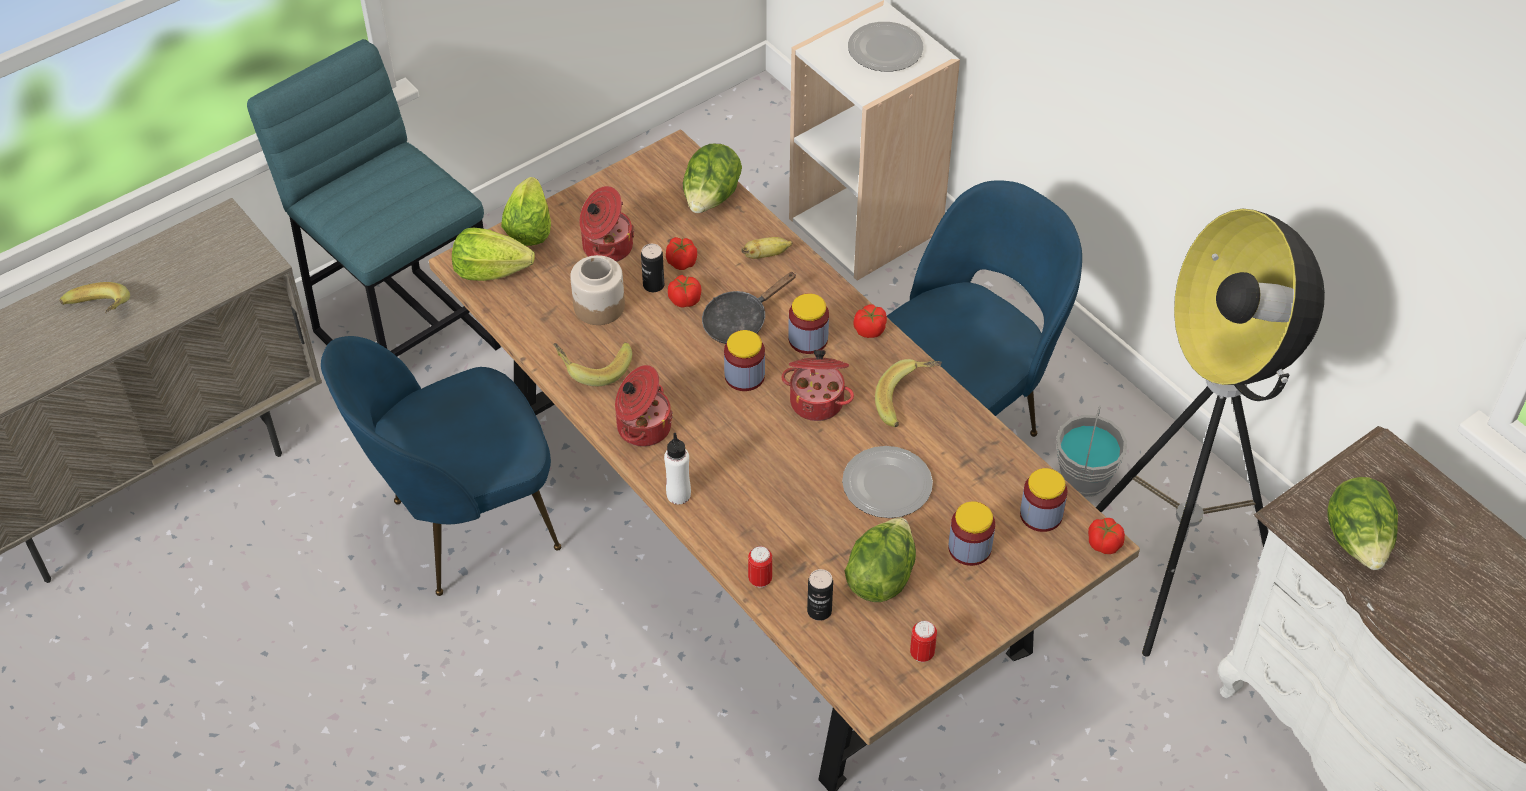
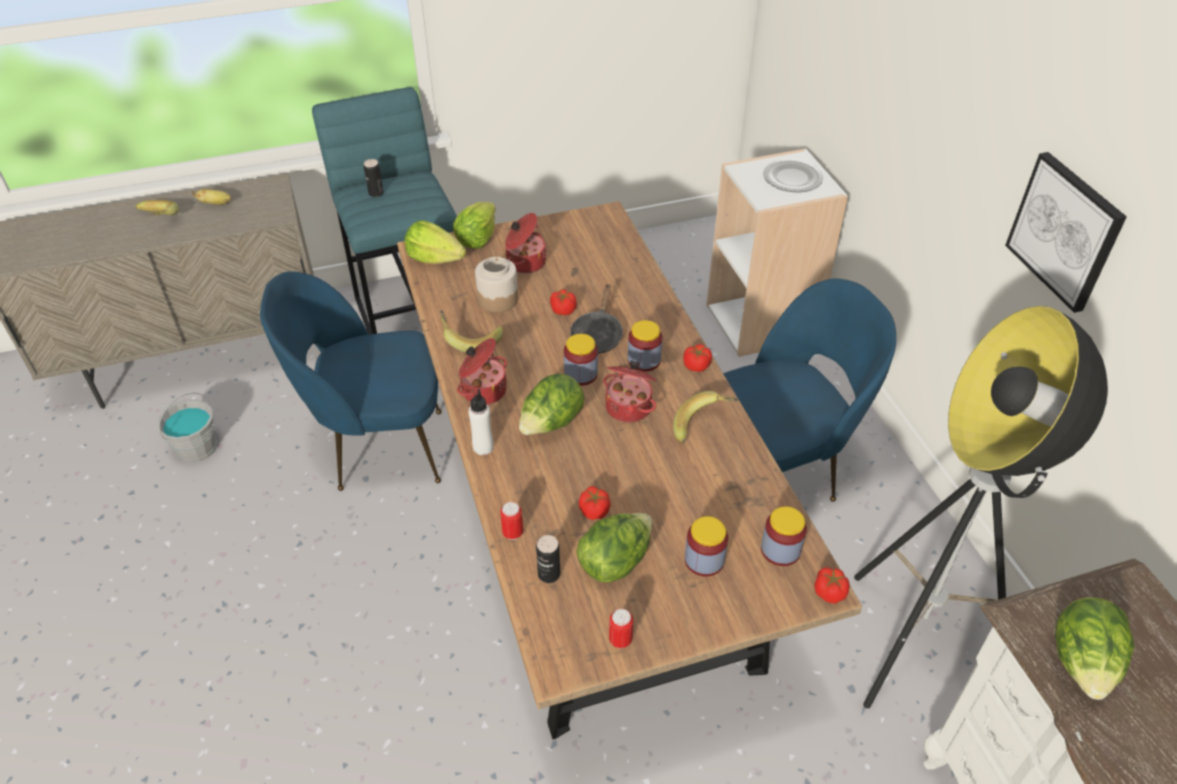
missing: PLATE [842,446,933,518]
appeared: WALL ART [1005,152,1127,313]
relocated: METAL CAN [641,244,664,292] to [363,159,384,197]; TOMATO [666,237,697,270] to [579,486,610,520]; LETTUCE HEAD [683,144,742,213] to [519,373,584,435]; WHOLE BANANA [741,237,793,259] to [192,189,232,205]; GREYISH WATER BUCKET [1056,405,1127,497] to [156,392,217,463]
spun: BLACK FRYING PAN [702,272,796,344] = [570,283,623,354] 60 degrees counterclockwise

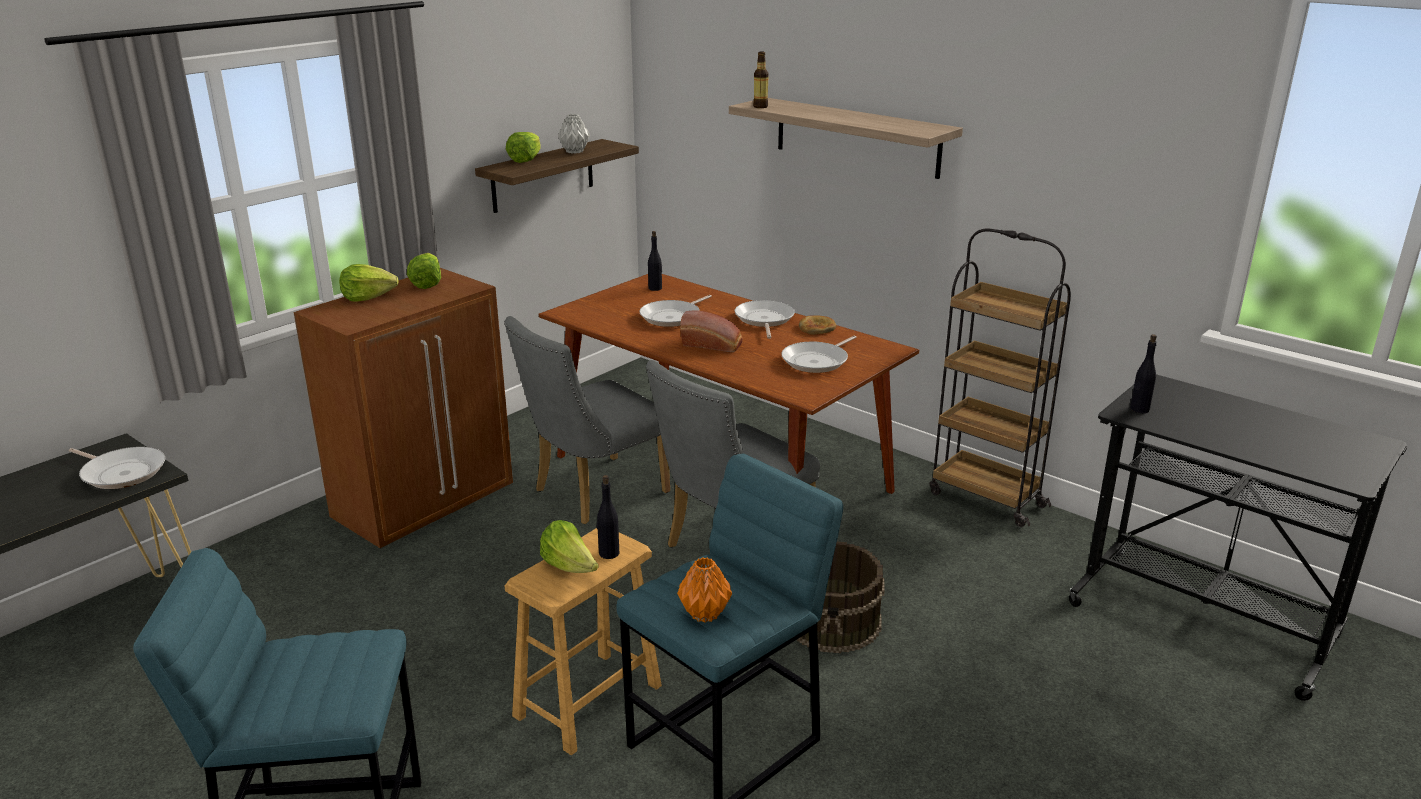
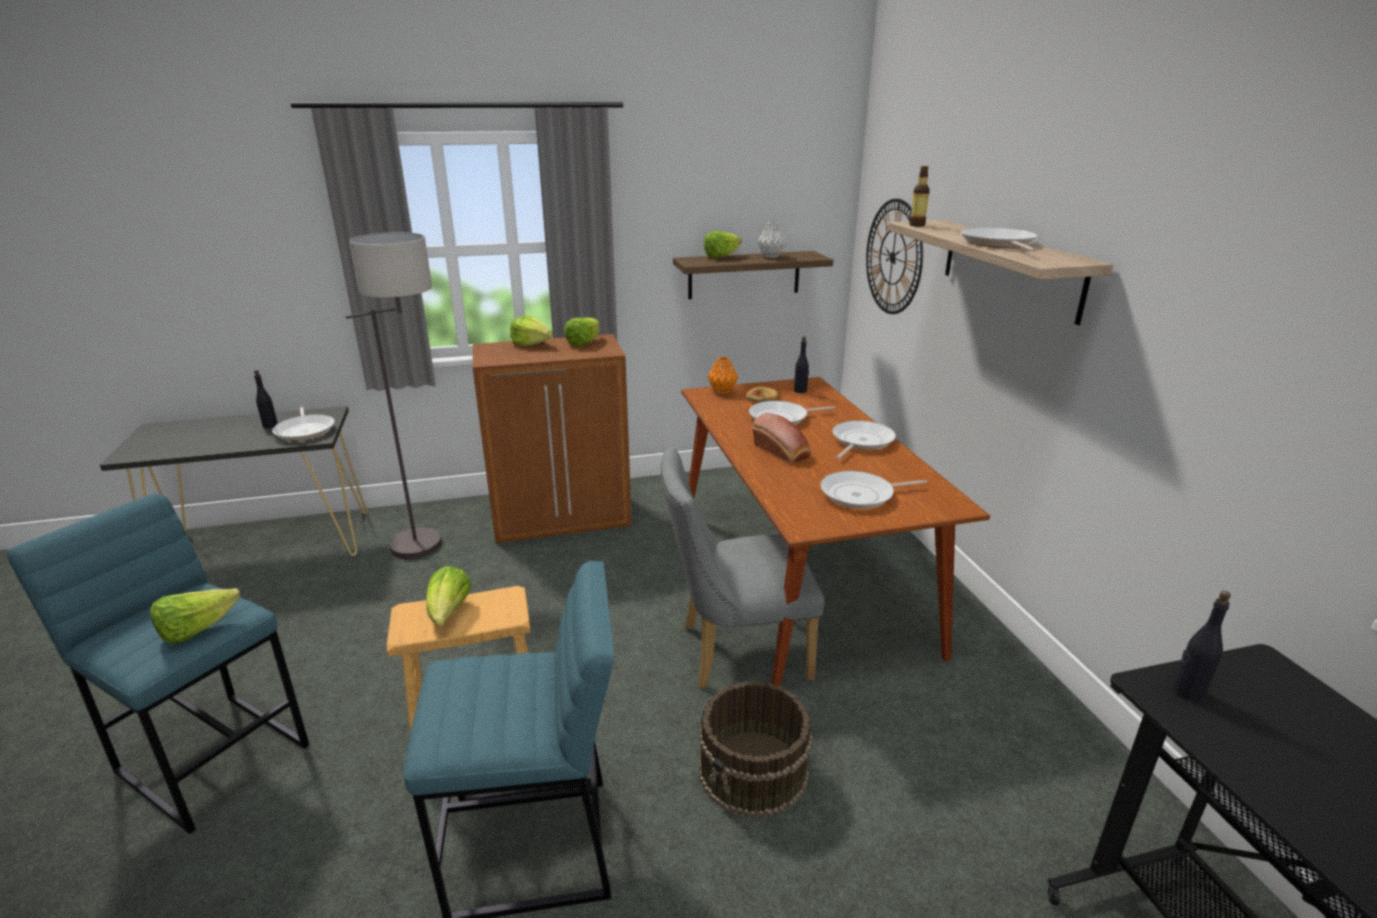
missing: GREYISH UPRIGHT CHAIR [505,316,670,524]; BROWN-COLOURED WHEELED CART [929,229,1071,527]
appeared: LETTUCE HEAD [150,588,240,644]; GREYISH FLOOR LAMP [346,232,442,559]; WALL CLOCK [866,199,923,314]; FRYING PAN [961,227,1038,252]
relocated: BLACK BEVERAGE BOTTLE [597,475,619,559] to [254,370,278,429]; ORANGE VASE [677,557,732,623] to [708,357,738,394]; BREAD [799,315,836,335] to [746,387,780,402]

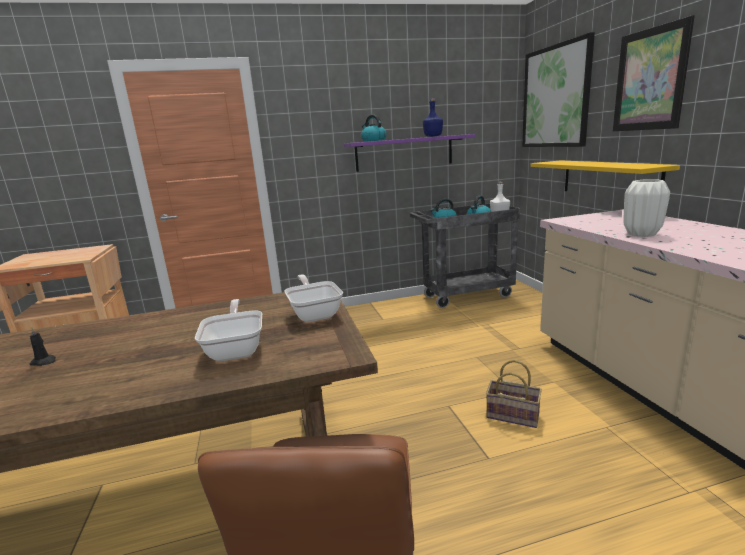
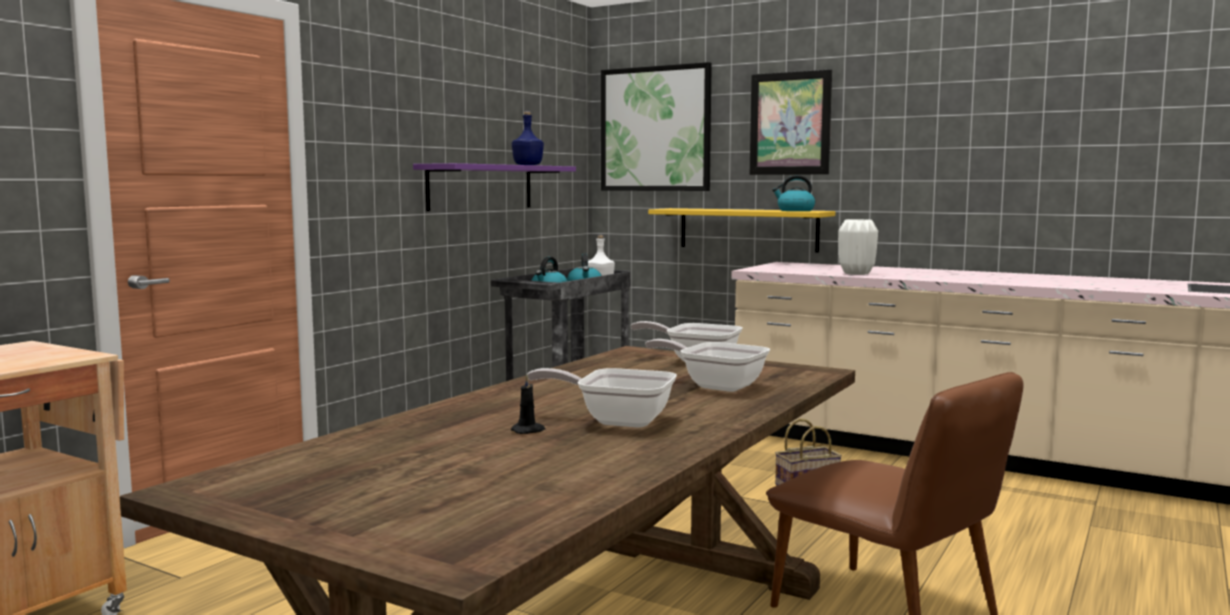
appeared: FRYING PAN [527,368,677,428]
relocated: WATER KETTLE [361,115,387,142] to [772,175,815,211]

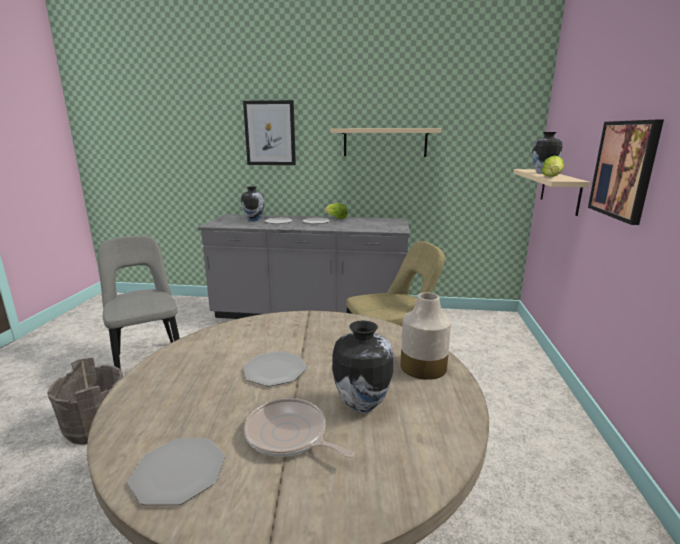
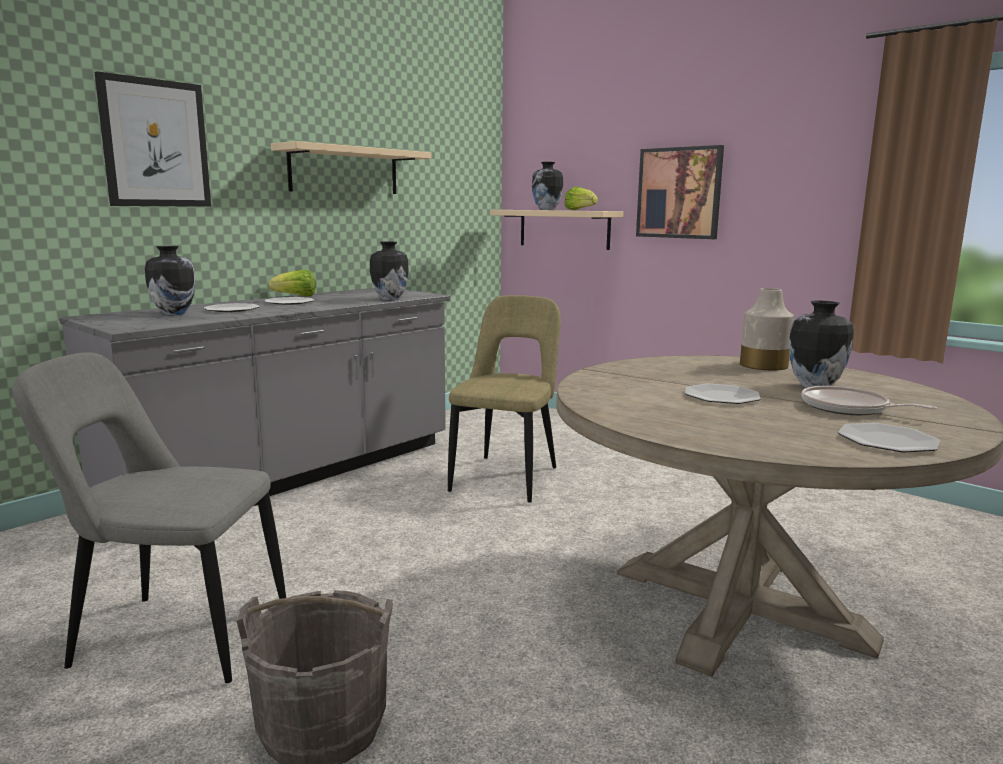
appeared: VASE [370,241,409,300]
spun: FRYING PAN [244,398,354,458] = [802,386,937,415] 60 degrees clockwise

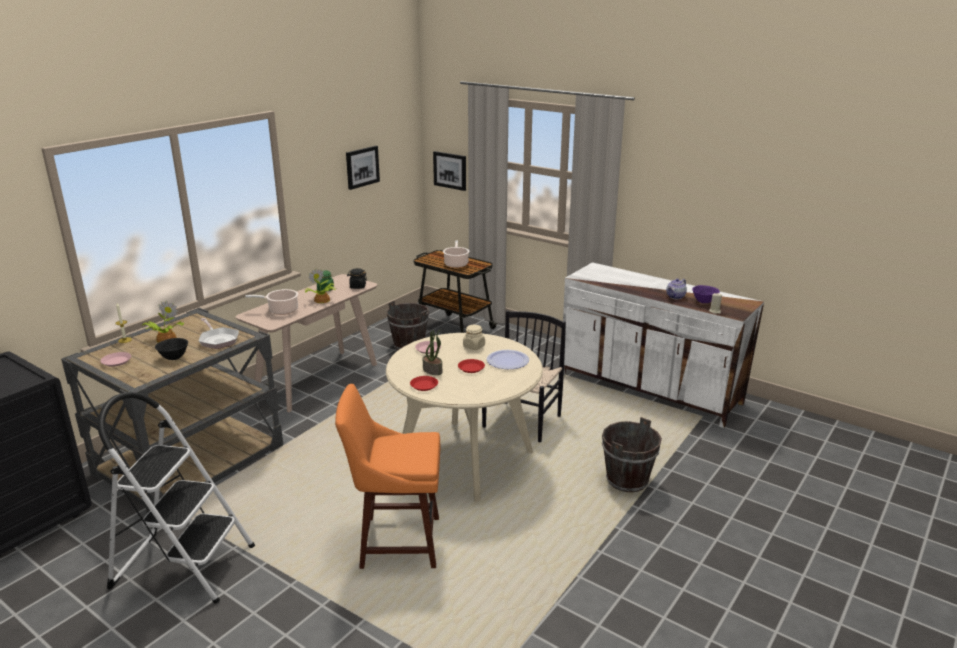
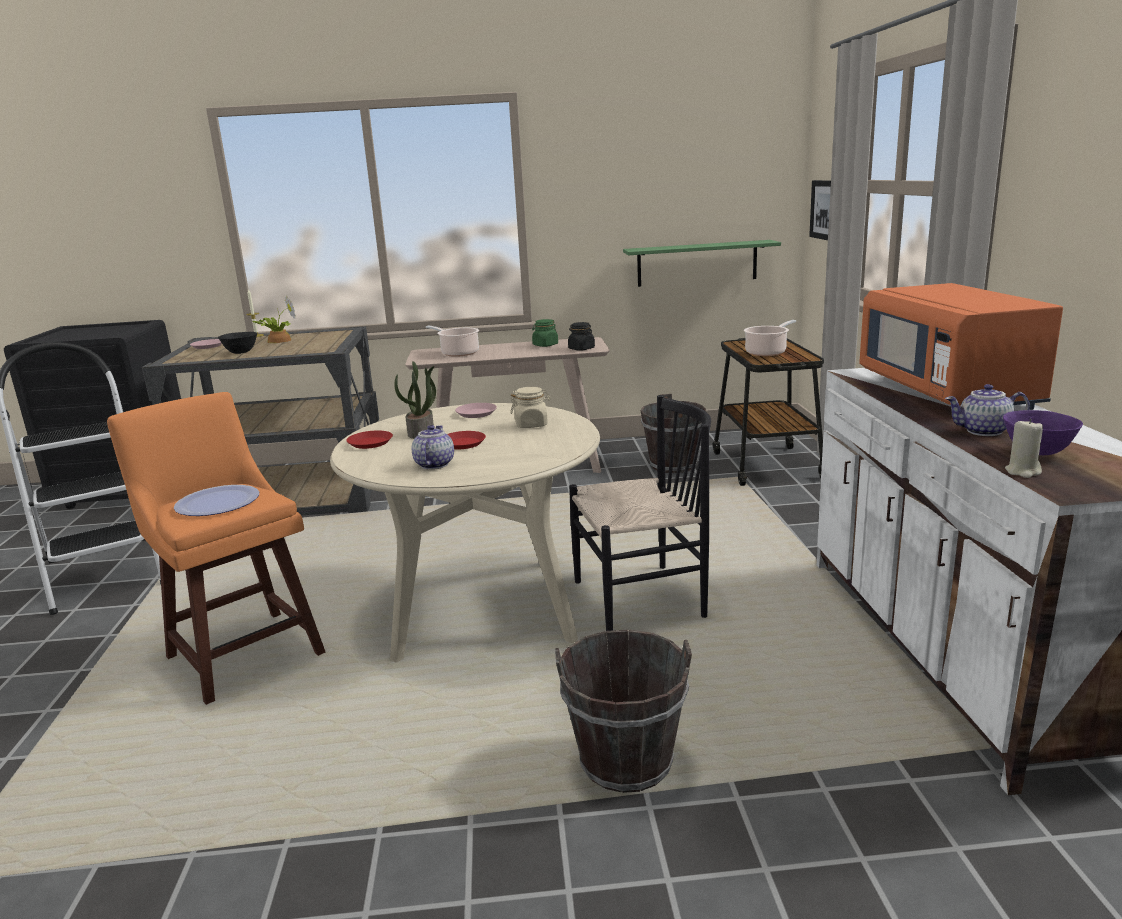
missing: FRYING PAN [199,318,239,349]; HOUSEPLANT [305,268,336,303]; WALL ART [346,146,380,190]
appeared: TEAPOT [411,425,454,469]; GREEN BRACKET SHELF [623,240,781,287]; ORANGE MICROWAVE OVEN [859,283,1063,410]
relocated: PLATE [487,350,529,369] to [174,485,259,516]

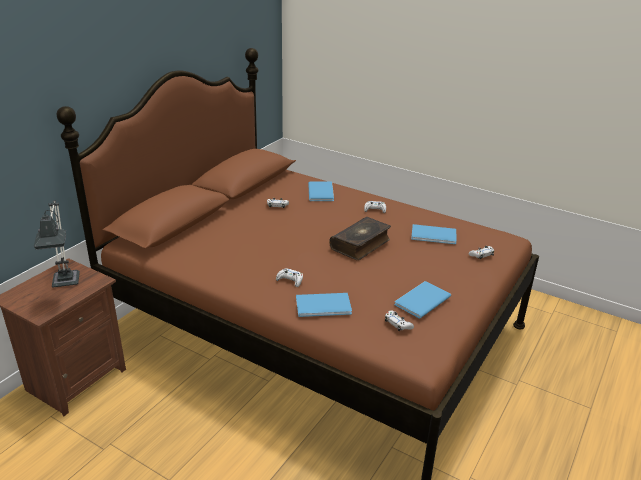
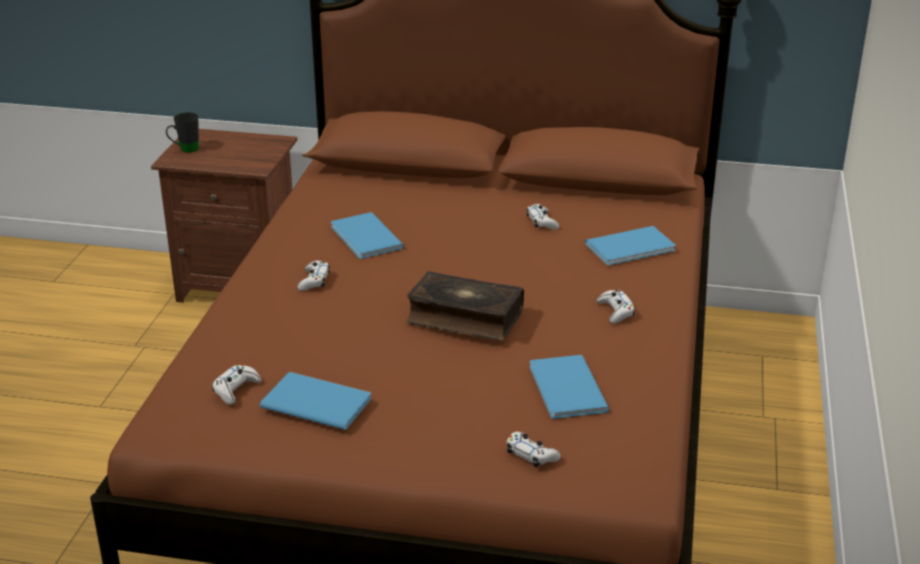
missing: TABLETOP LAMP [34,200,80,287]
appeared: BLACK TEA MUG [166,112,199,153]
relocated: BLUE BOOK [296,293,352,317] to [331,212,404,259]

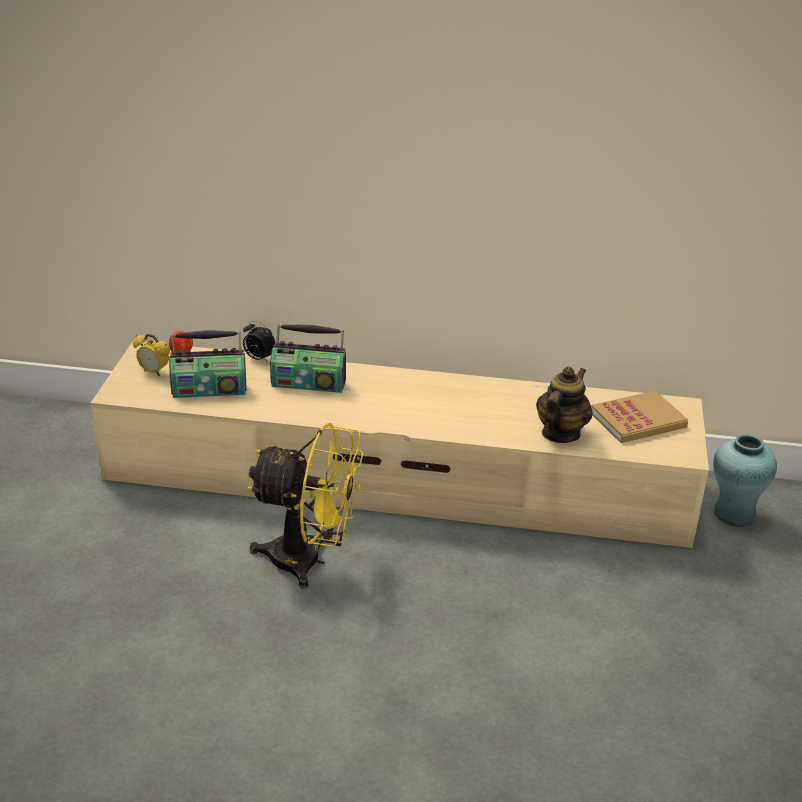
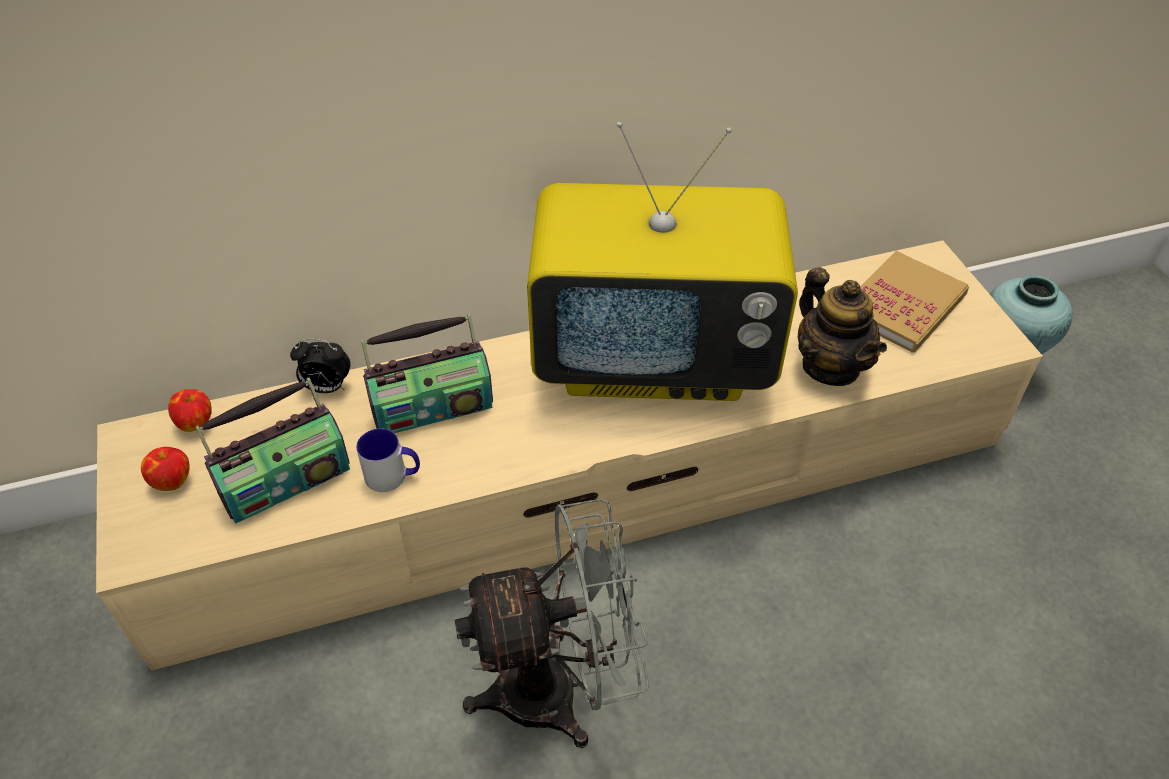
appeared: TEA MUG [356,428,420,492]; TV SET [527,122,798,401]
exchanged: BEDSIDE CLOCK [133,334,170,376] to WHOLE APPLE [141,447,190,491]
colour: YELLOW-COLOURED FAN [247,423,363,589] to GREYISH FAN [455,498,649,748]
spun: TEAPOT [536,367,593,443] = [798,267,887,386] 150 degrees clockwise

